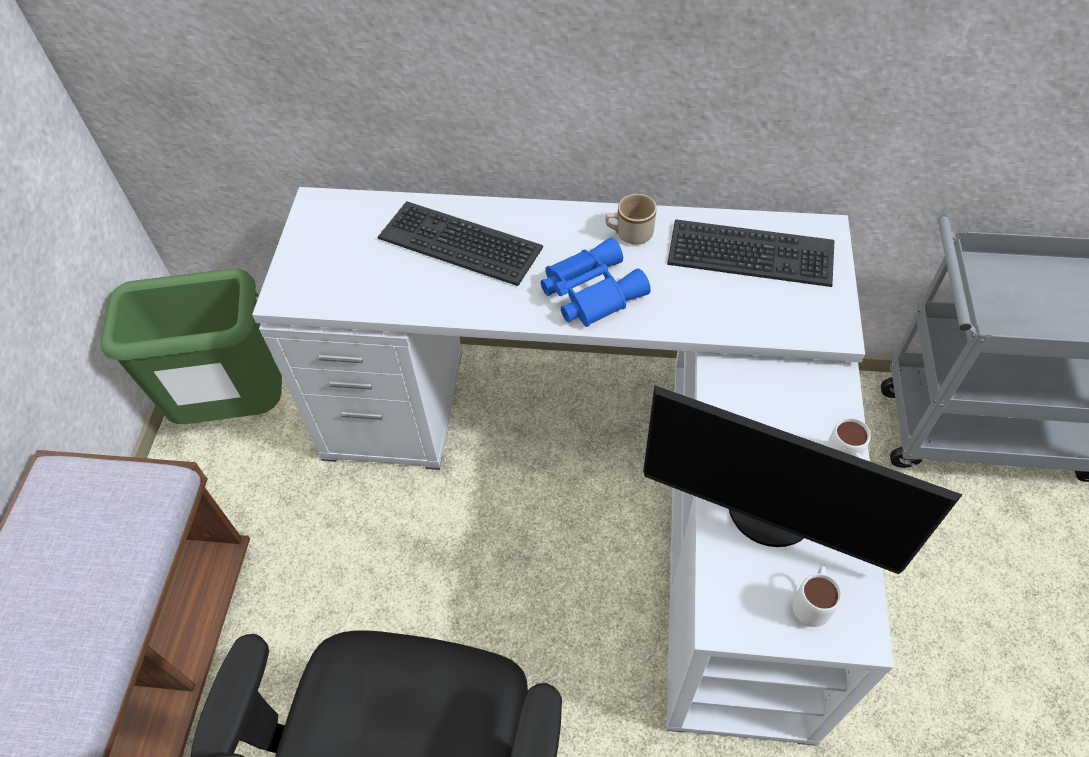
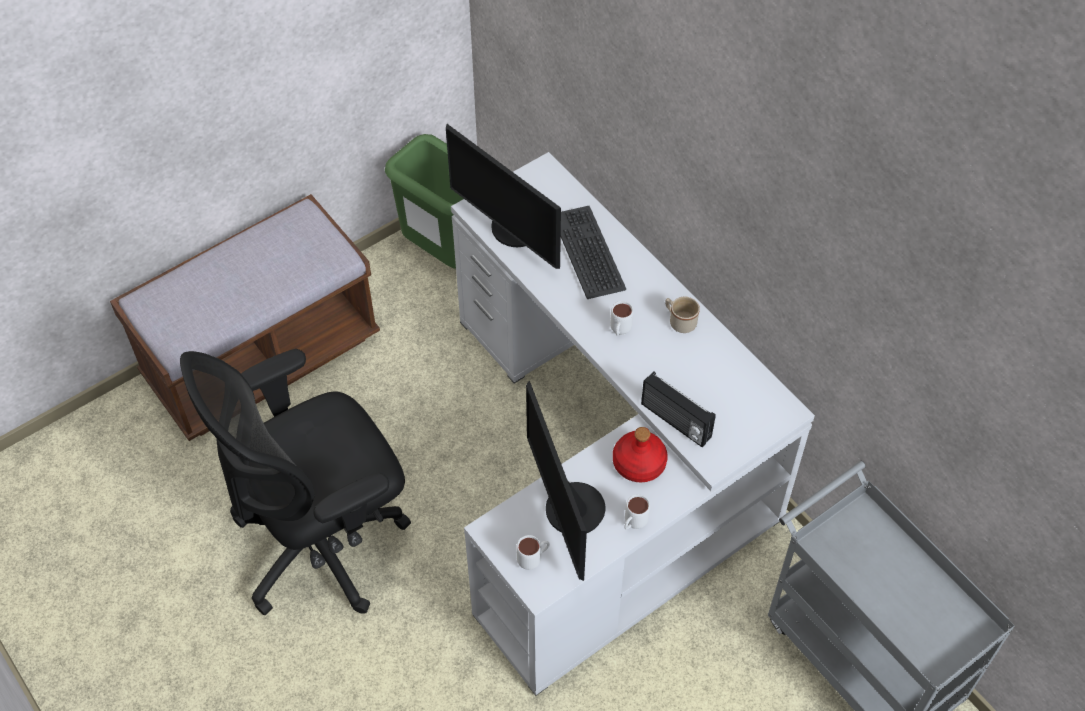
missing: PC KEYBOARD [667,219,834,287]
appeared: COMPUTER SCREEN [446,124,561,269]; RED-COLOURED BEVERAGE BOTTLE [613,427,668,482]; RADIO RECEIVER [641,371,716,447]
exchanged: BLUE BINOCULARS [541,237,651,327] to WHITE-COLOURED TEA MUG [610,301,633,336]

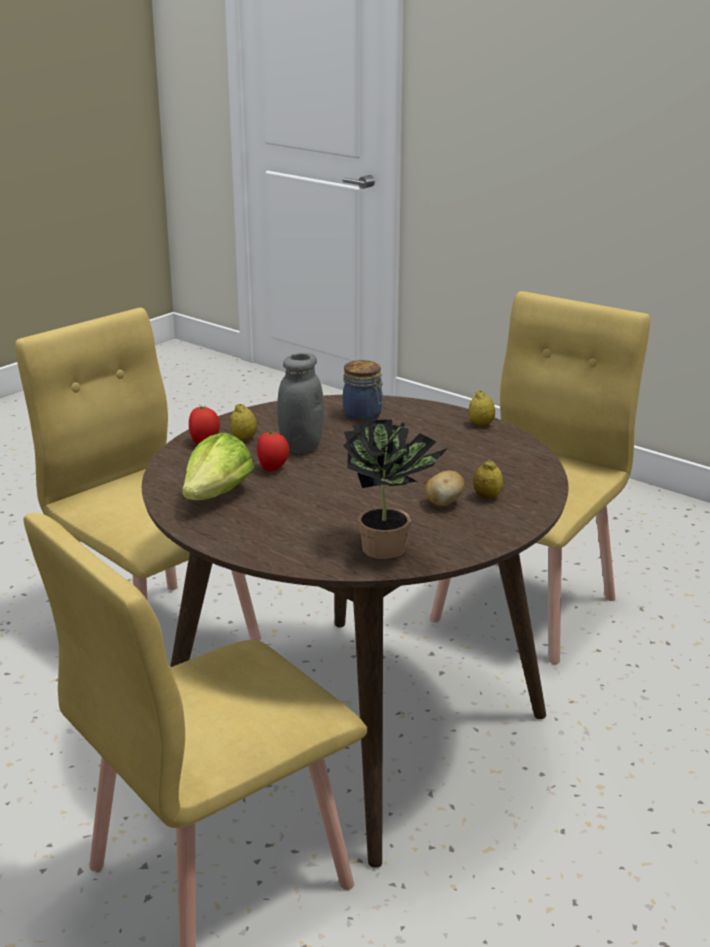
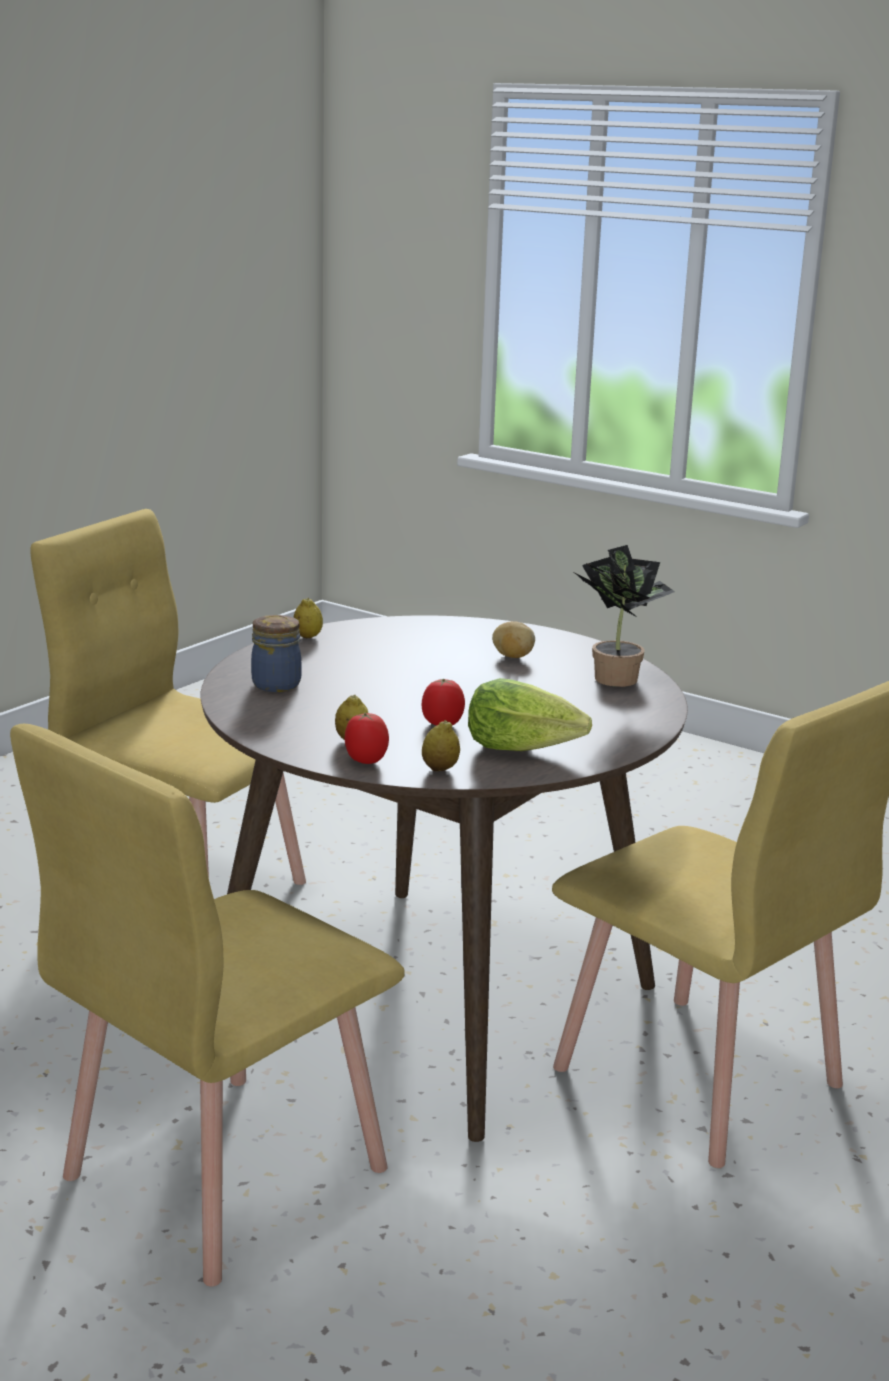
missing: GREYISH STORAGE JAR [277,353,324,453]
relocated: CITRUS FRUIT [473,460,503,499] to [422,720,460,771]

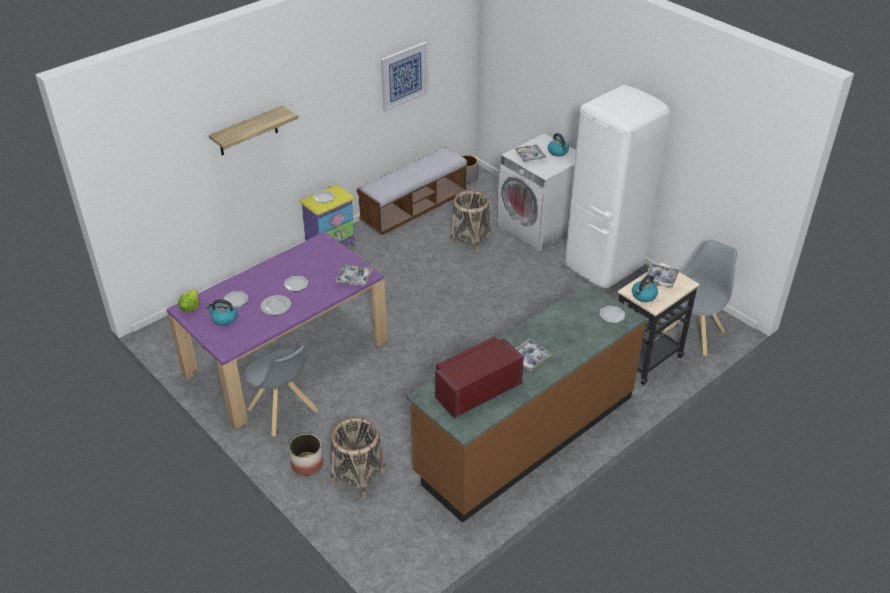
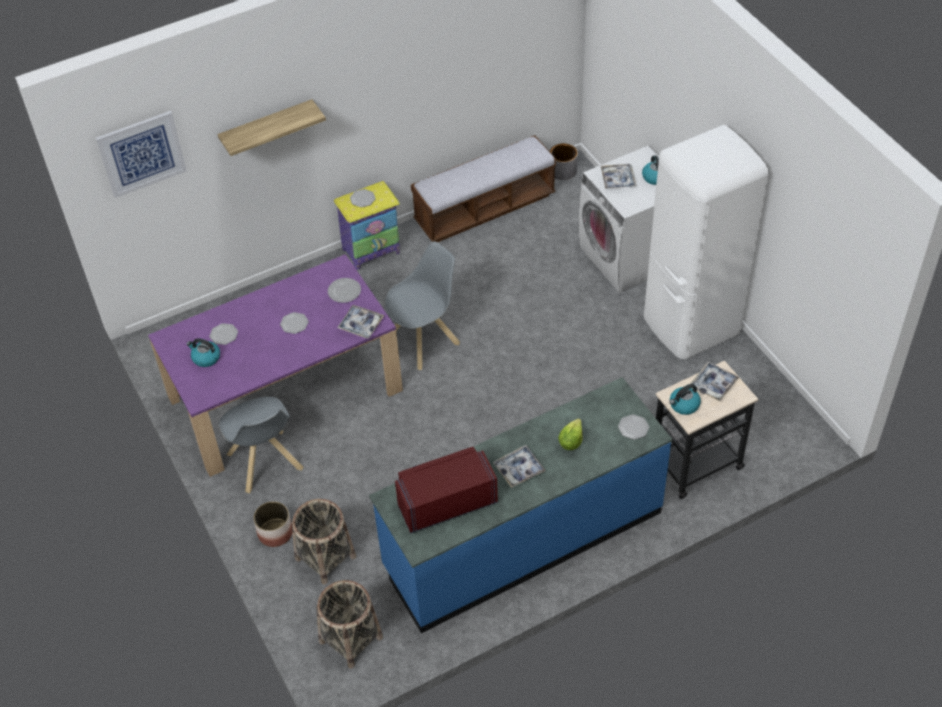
relocated: LETTUCE HEAD [178,289,199,312] to [558,418,583,450]; PLATE [261,295,291,315] to [328,278,361,303]; WALL ART [381,42,428,112] to [96,111,187,198]; STORAGE BASKET [450,190,491,252] to [316,580,383,669]; GREYISH UPRIGHT CHAIR [663,240,737,356] to [385,241,460,370]
colour: BROWN-COLOURED KITCHEN COUNTER [406,282,647,523] to BLUE KITCHEN COUNTER [369,377,673,633]

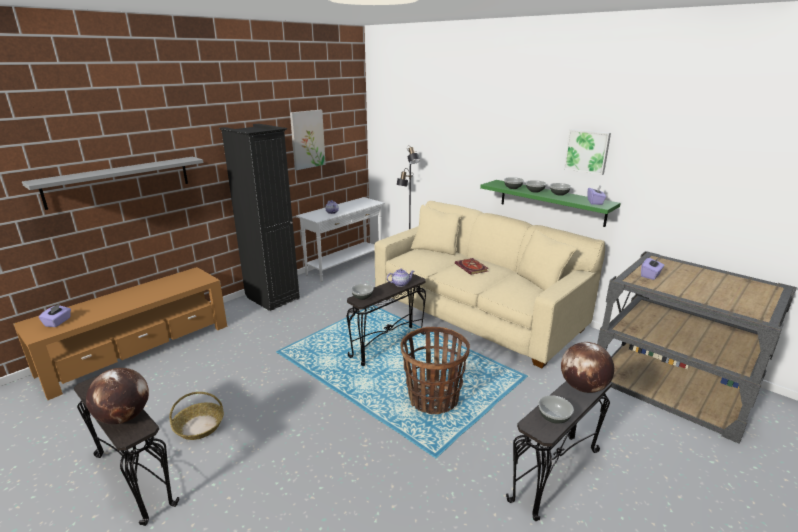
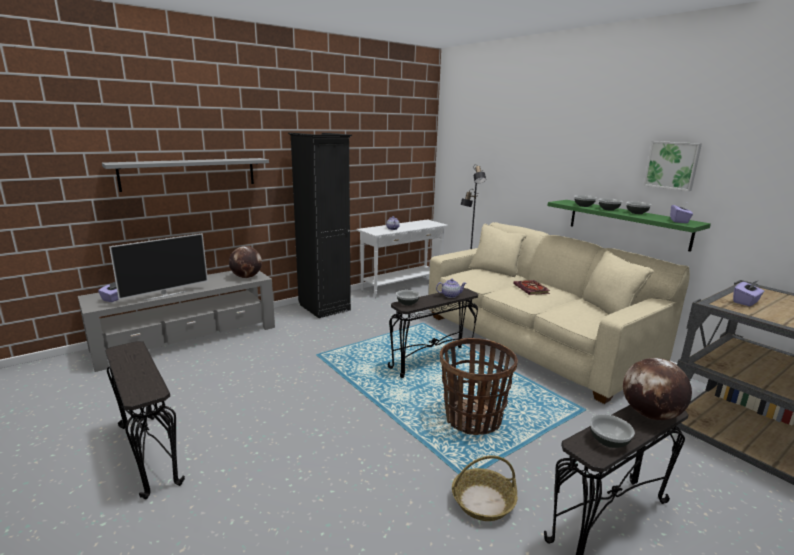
missing: WALL ART [290,110,326,170]
appeared: TV SET [109,233,208,301]
relocated: WORLD GLOBE [86,368,149,424] to [229,246,262,278]; STORAGE BASKET [169,392,224,440] to [452,455,517,521]
colour: BROWN-COLOURED TV STAND [13,267,228,400] to GREYISH TV STAND [78,271,275,372]

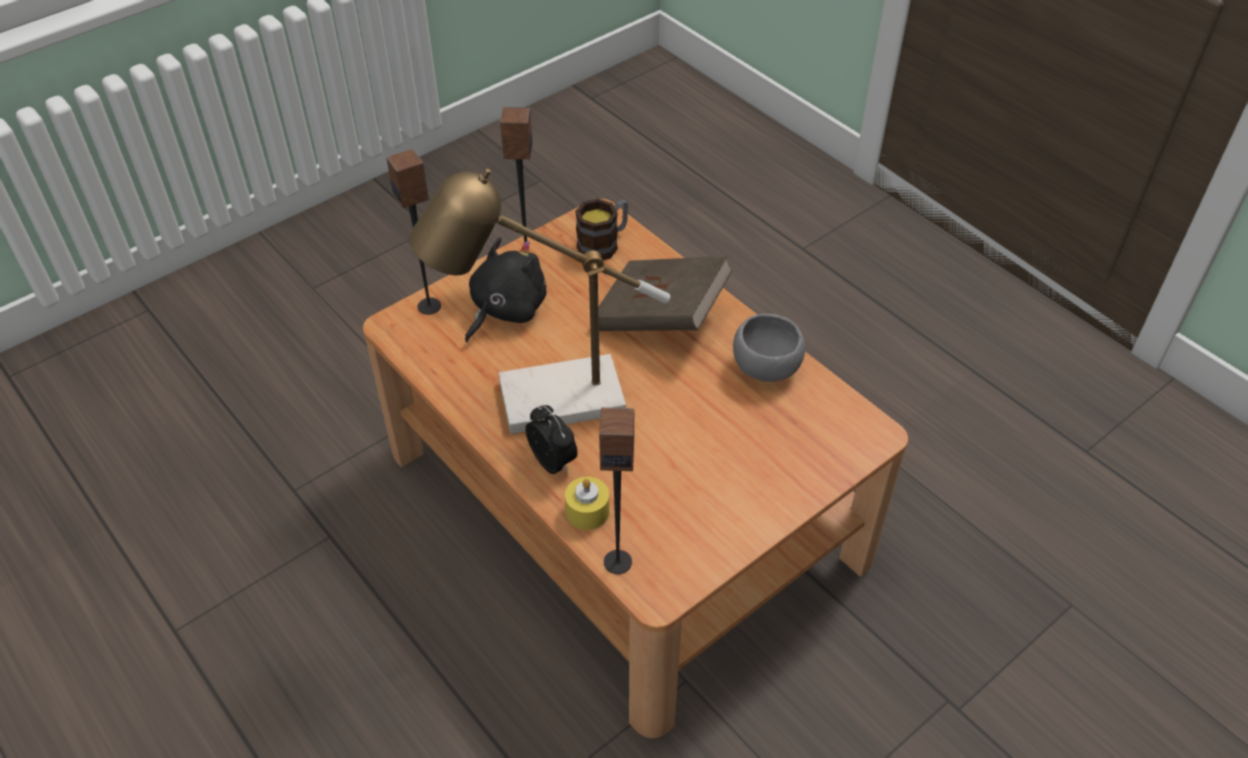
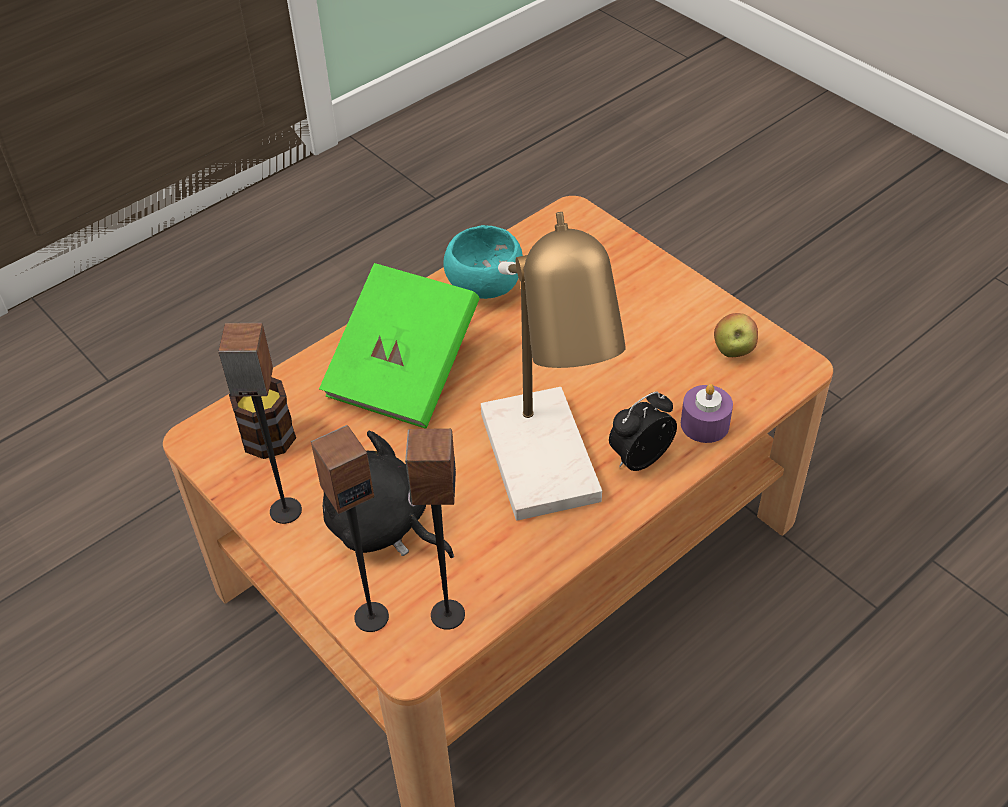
appeared: WHOLE APPLE [714,313,758,357]
relocated: SPEAKER [599,407,634,574] to [405,429,465,630]
colour: YELLOW-COLOURED WAX LIGHT [565,477,610,530] to PURPLE WAX LIGHT [681,384,733,443]; BROWN-COLOURED BOOK [598,256,733,331] to GREEN BOOK [319,263,480,429]; GREYISH DEEP DISH [733,314,805,382] to TURQUOISE-COLOURED DEEP DISH [443,225,523,299]

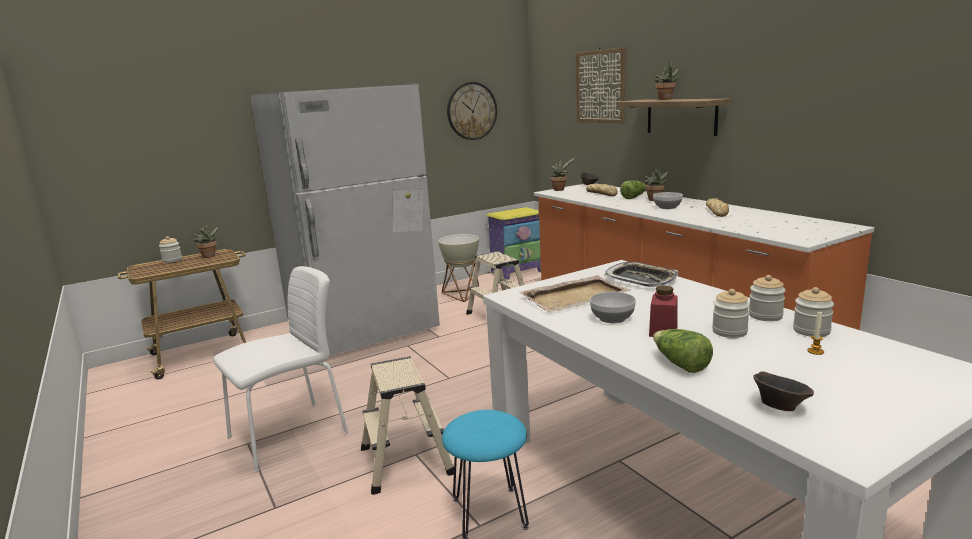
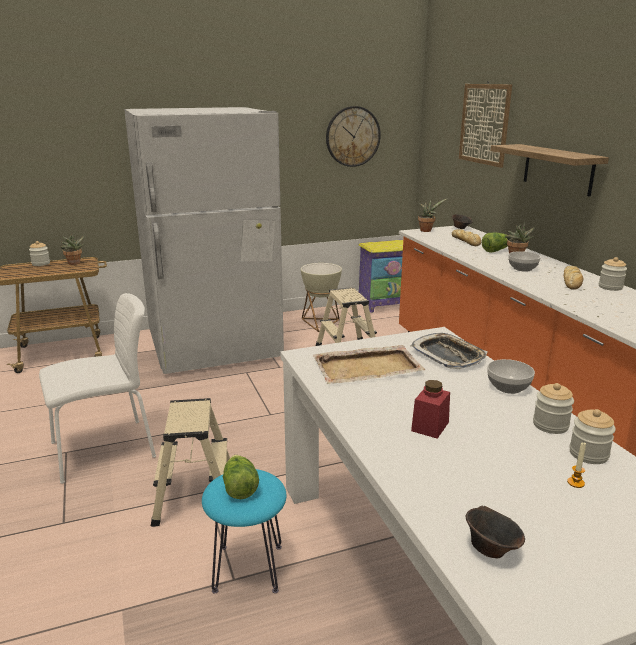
missing: HOUSEPLANT [655,62,680,100]
relocated: DEEP DISH [590,292,636,323] to [487,359,535,394]; LETTUCE HEAD [653,329,713,373] to [223,455,259,499]; STORAGE JAR [712,289,750,338] to [599,257,627,291]

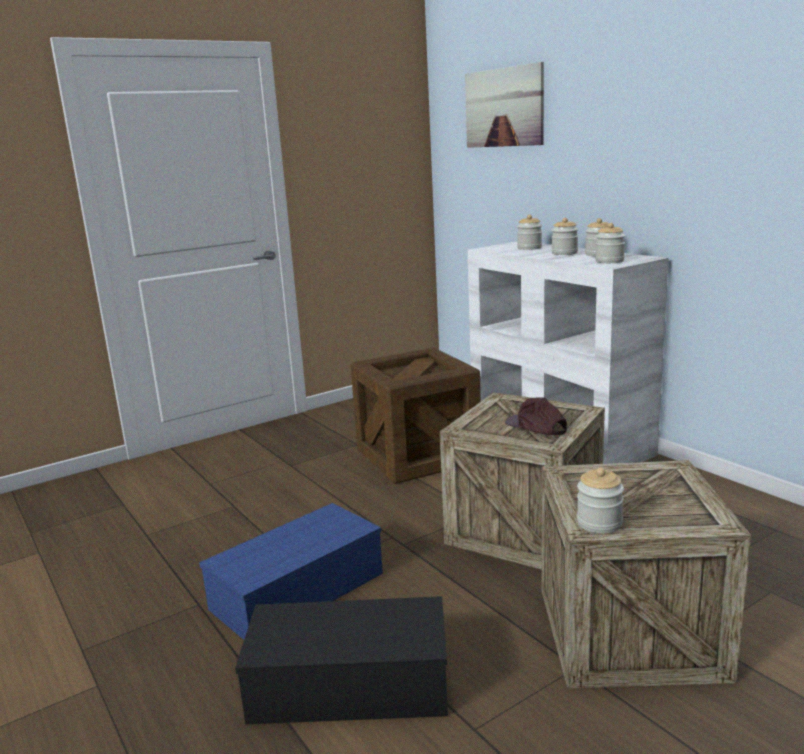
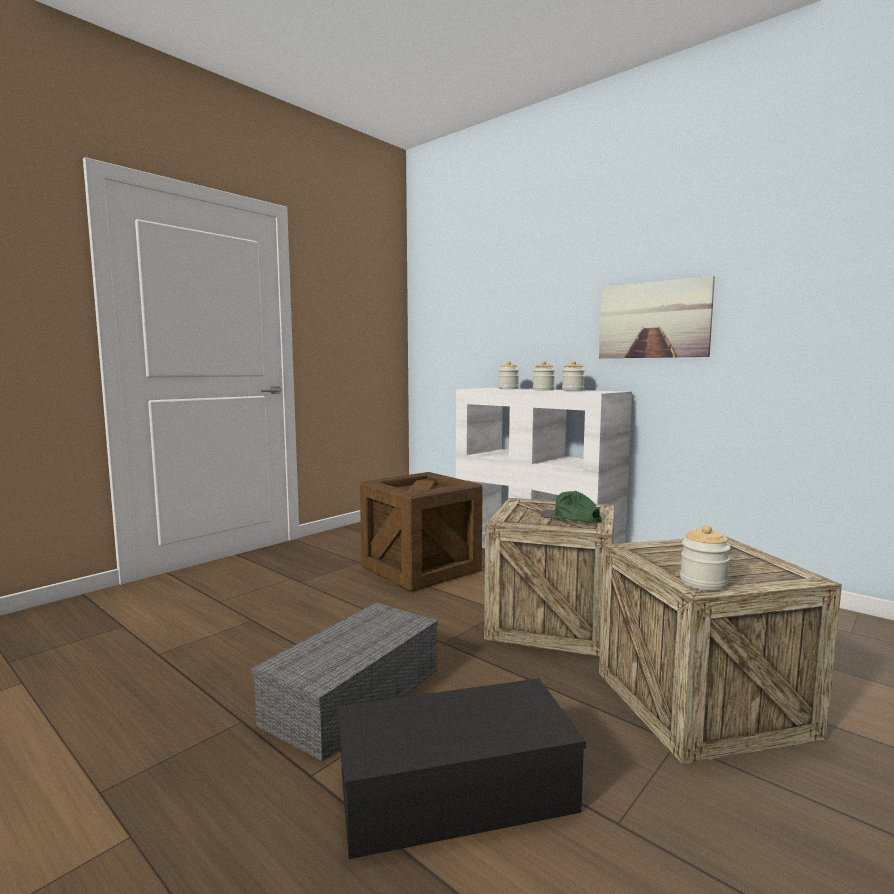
missing: STORAGE JAR [595,223,625,263]
relocated: WALL ART [465,62,544,148] to [599,276,715,358]
colour: BLUE STORAGE BIN [199,503,383,640] to GREYISH STORAGE BIN [251,602,438,761]; BROWN-COLOURED CAP [505,397,567,435] to GREEN CAP [540,491,602,523]

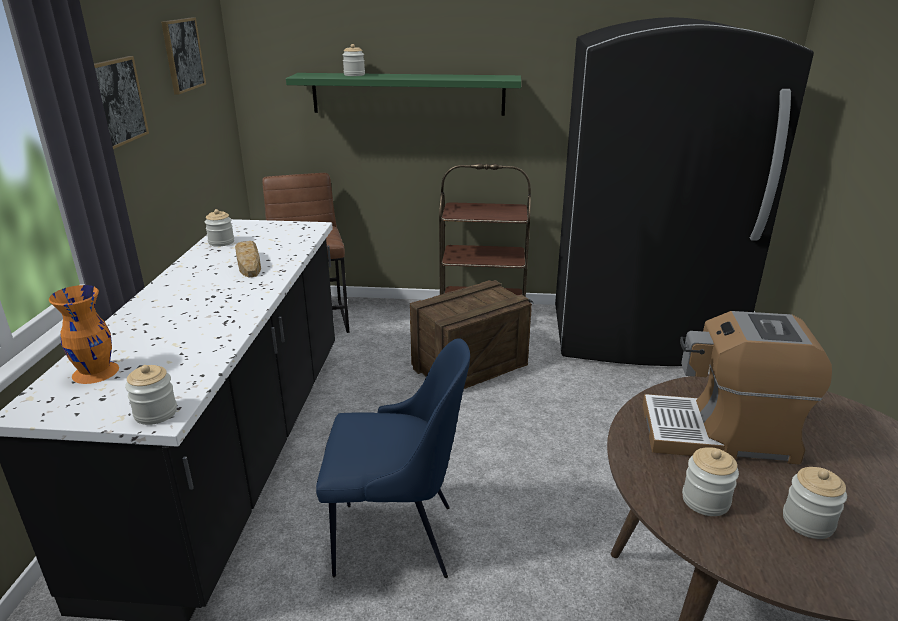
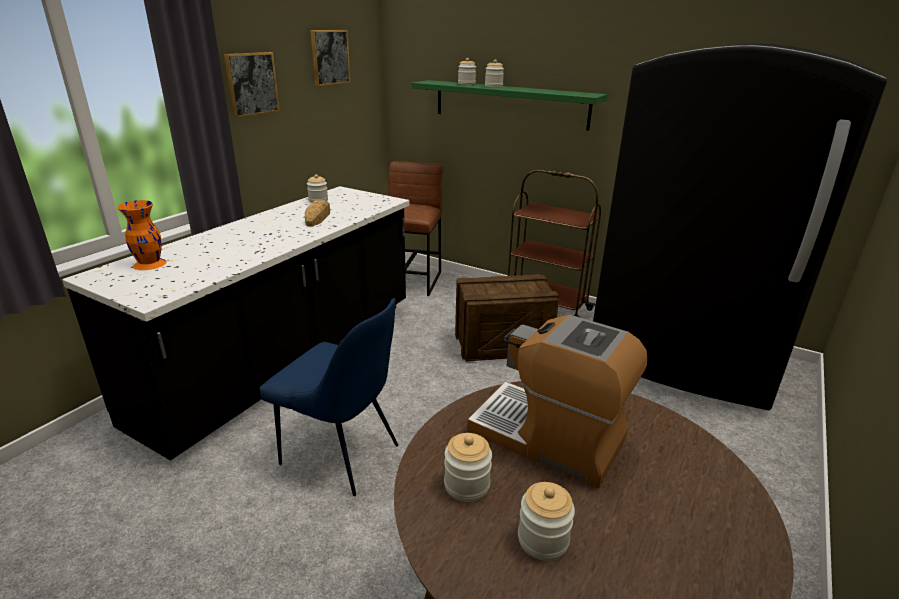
relocated: STORAGE JAR [125,365,177,425] to [485,59,504,87]

